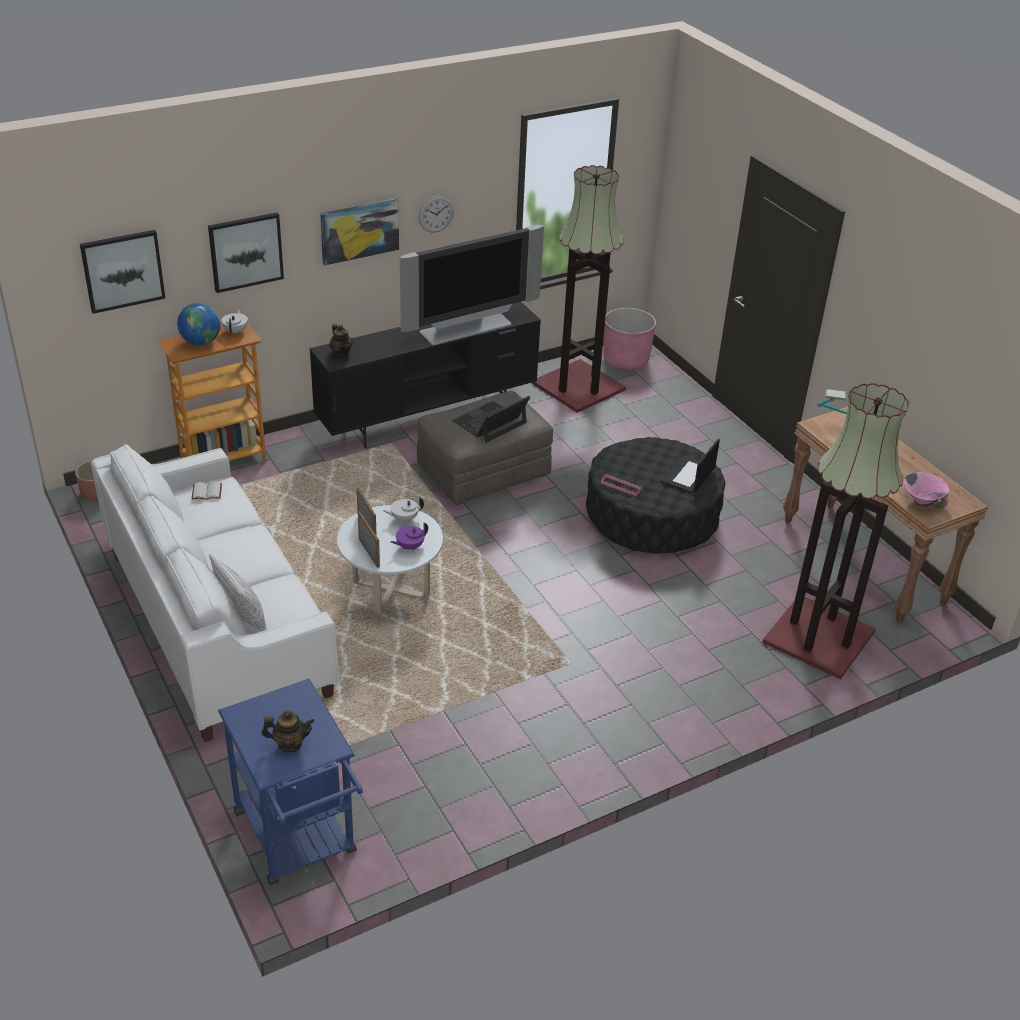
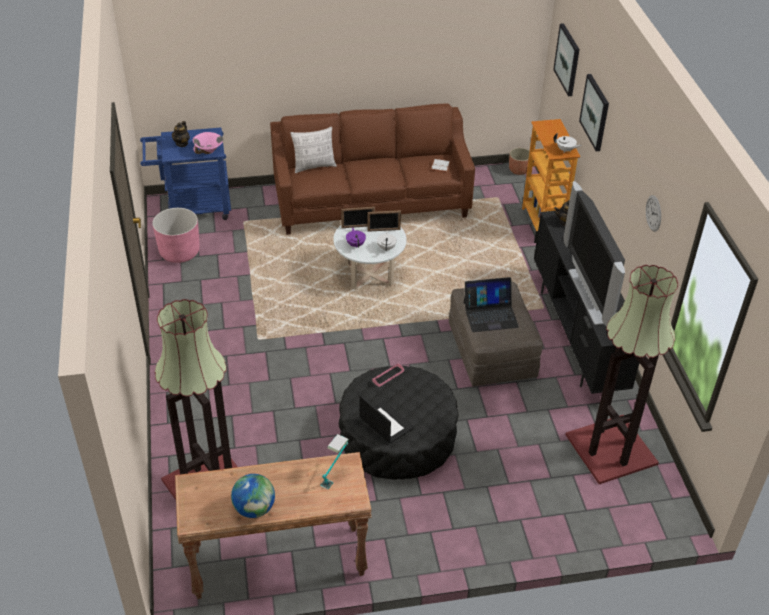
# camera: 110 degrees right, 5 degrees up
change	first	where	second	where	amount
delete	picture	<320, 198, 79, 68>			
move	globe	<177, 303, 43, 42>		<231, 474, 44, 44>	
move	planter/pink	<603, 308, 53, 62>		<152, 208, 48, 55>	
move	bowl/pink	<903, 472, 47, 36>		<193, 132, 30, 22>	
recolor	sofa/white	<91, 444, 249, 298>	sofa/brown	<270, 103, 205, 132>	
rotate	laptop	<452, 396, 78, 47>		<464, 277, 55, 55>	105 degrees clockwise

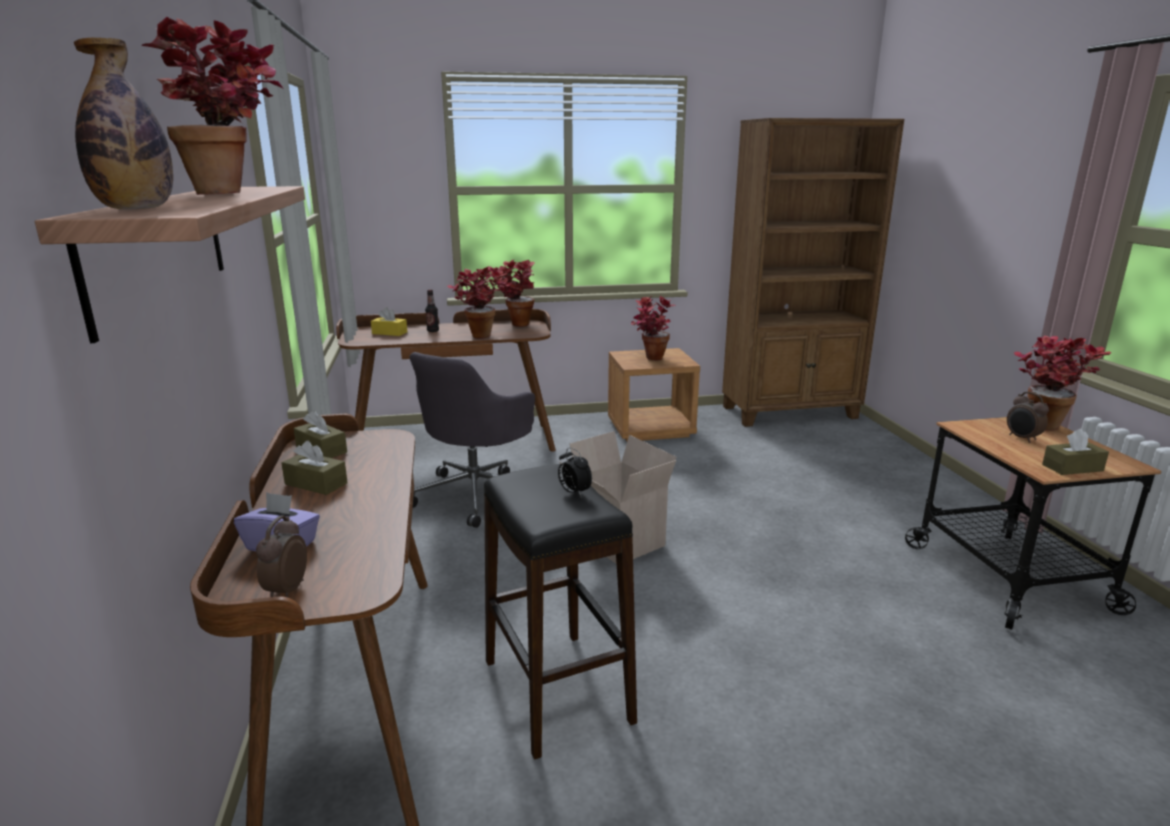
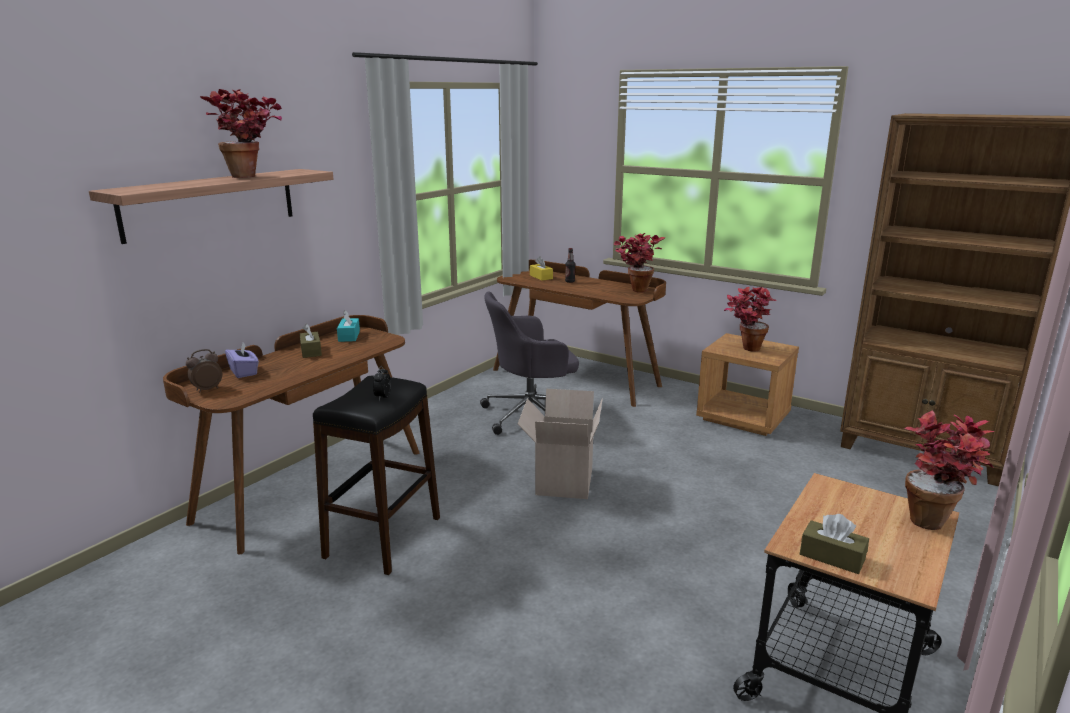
# camera: 45 degrees right, 0 degrees up
change	first	where	second	where	amount
delete	bottle	<74, 38, 99, 172>			
delete	potted plant	<447, 267, 61, 72>			
delete	alarm clock	<1007, 392, 42, 51>			
recolor	tissue box/brown	<294, 410, 53, 48>	tissue box/turquoise	<337, 310, 23, 32>	

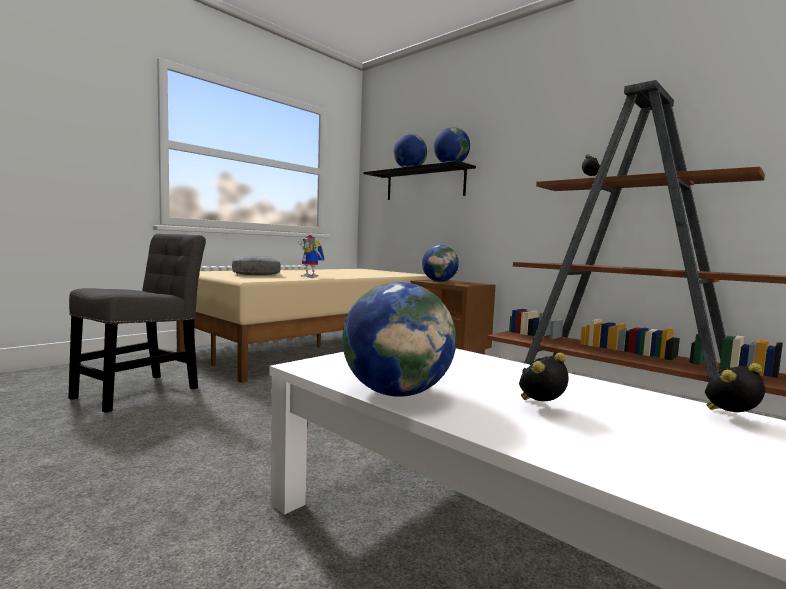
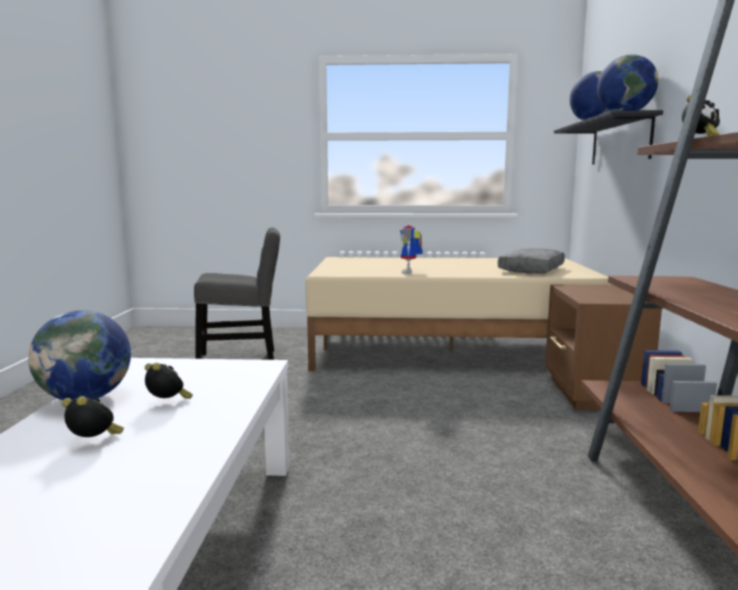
# camera: 50 degrees right, 5 degrees up
change	first	where	second	where	amount
delete	globe	<422, 245, 37, 37>			
move	pillow/grey	<232, 255, 49, 20>		<498, 248, 67, 25>	
move	alarm clock	<705, 363, 60, 49>		<145, 363, 48, 36>	

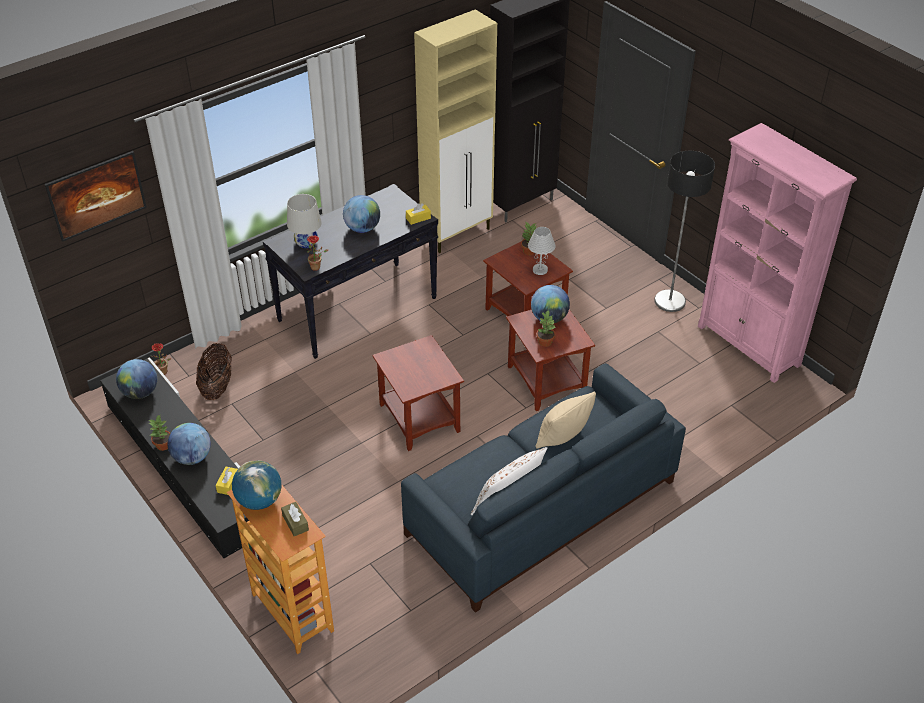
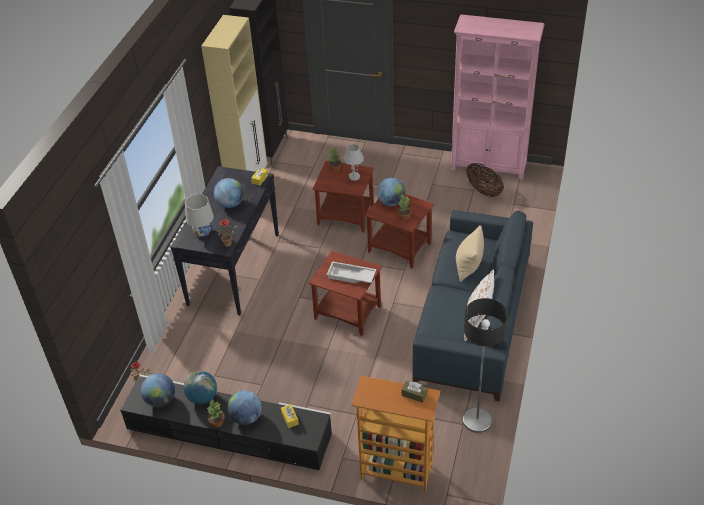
# camera: 35 degrees left, 0 degrees up
change	first	where	second	where	amount
delete	picture	<45, 151, 102, 91>			
insert			tray/white	<327, 261, 49, 22>	
move	basket	<196, 343, 36, 57>		<466, 163, 38, 34>	
move	globe	<232, 460, 49, 50>		<183, 371, 34, 33>	
move	floor lamp	<654, 151, 61, 161>		<462, 298, 46, 135>	

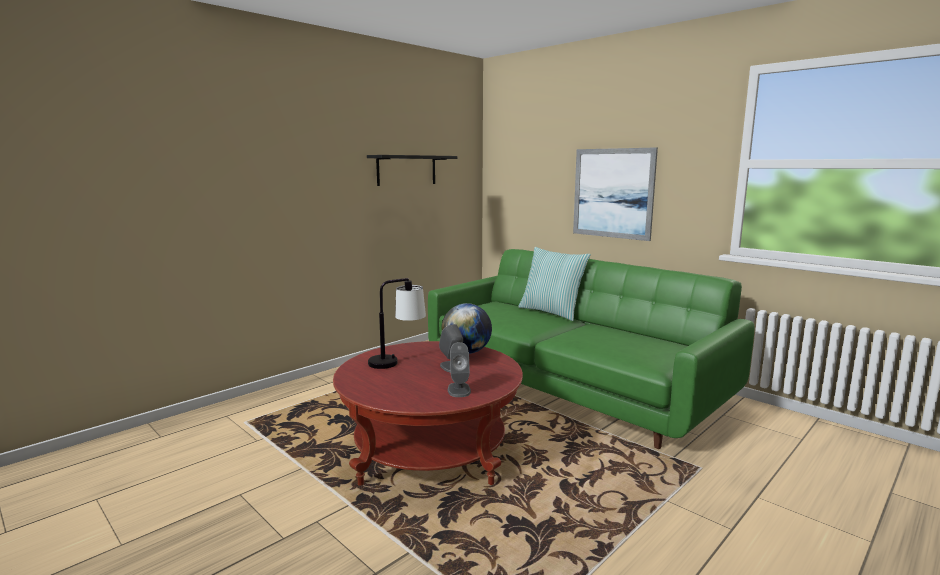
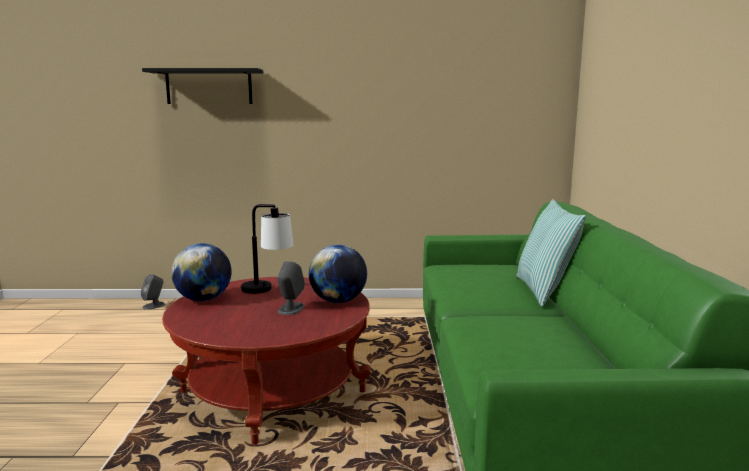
# camera: 45 degrees right, 0 degrees up
change	first	where	second	where	amount
delete	picture	<573, 147, 85, 94>			
insert			globe	<171, 243, 61, 58>	
move	shelf/black	<367, 155, 90, 31>		<142, 68, 121, 36>	
move	speaker/grey	<448, 342, 23, 55>		<141, 274, 24, 36>	

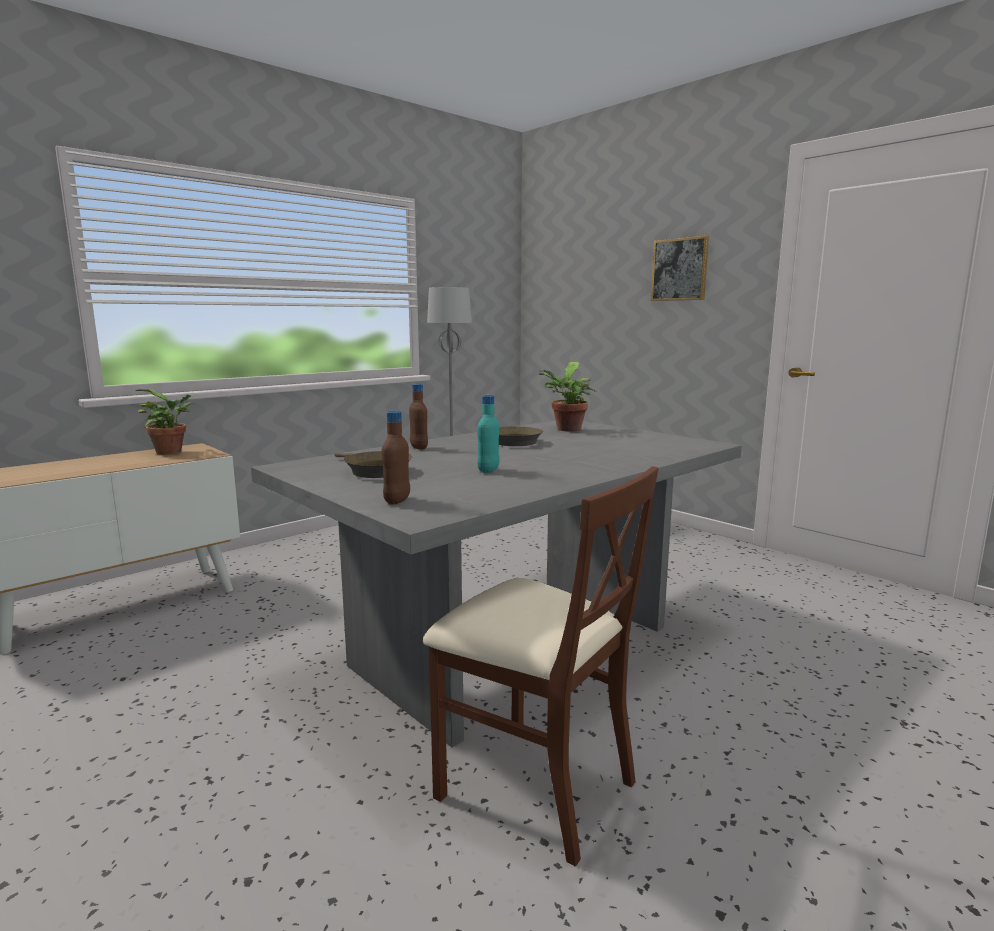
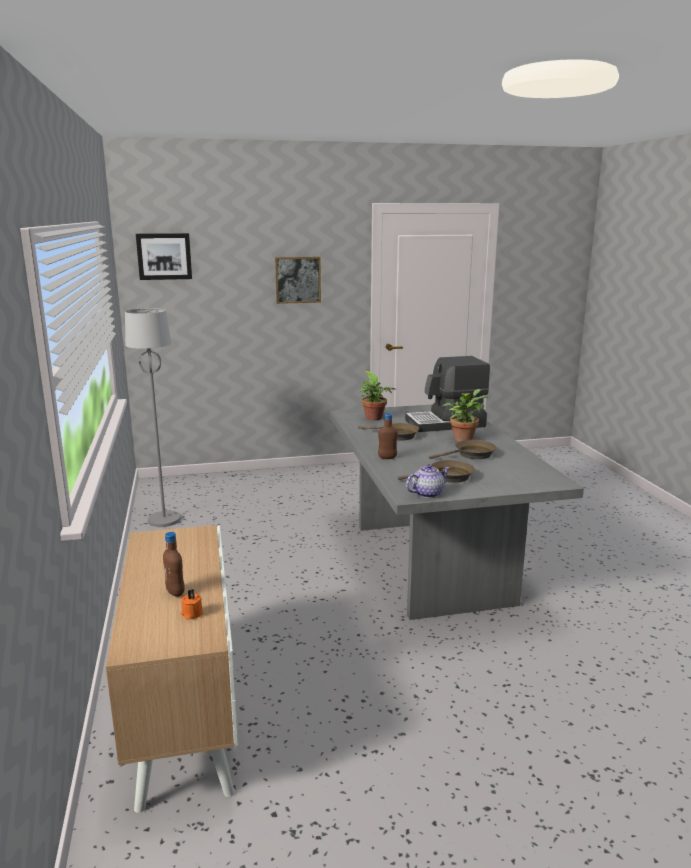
# camera: 60 degrees left, 5 degrees up
change	first	where	second	where	amount
delete	chair/brown	<423, 466, 236, 401>			
insert			picture	<136, 233, 56, 47>	
insert			candle/orange	<180, 589, 23, 31>	
insert			coffee machine	<405, 356, 85, 76>	
insert			teapot	<406, 464, 44, 34>	
move	potted plant	<135, 389, 59, 66>		<442, 389, 46, 53>	
move	bottle/brown	<382, 411, 28, 93>		<163, 532, 22, 65>	
replace	bottle/turquoise	<477, 395, 23, 78>	frying pan/brown	<429, 440, 68, 19>	

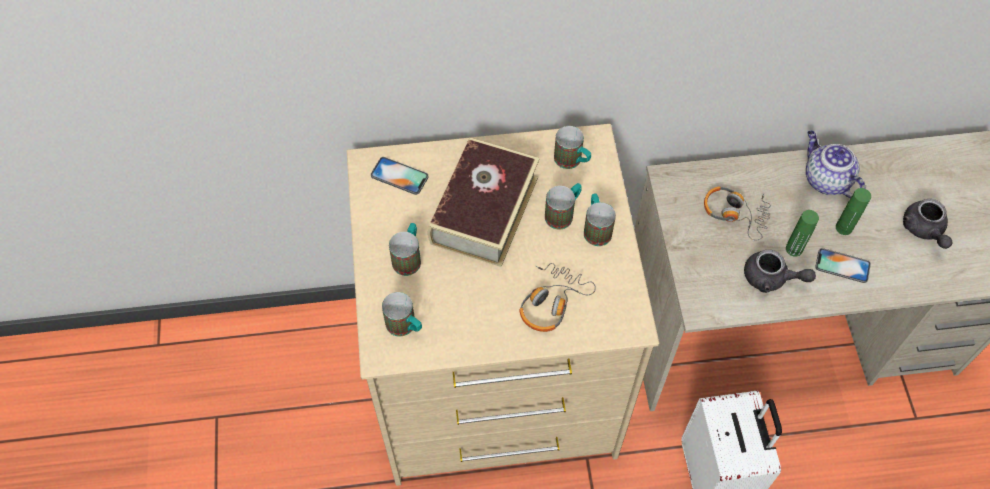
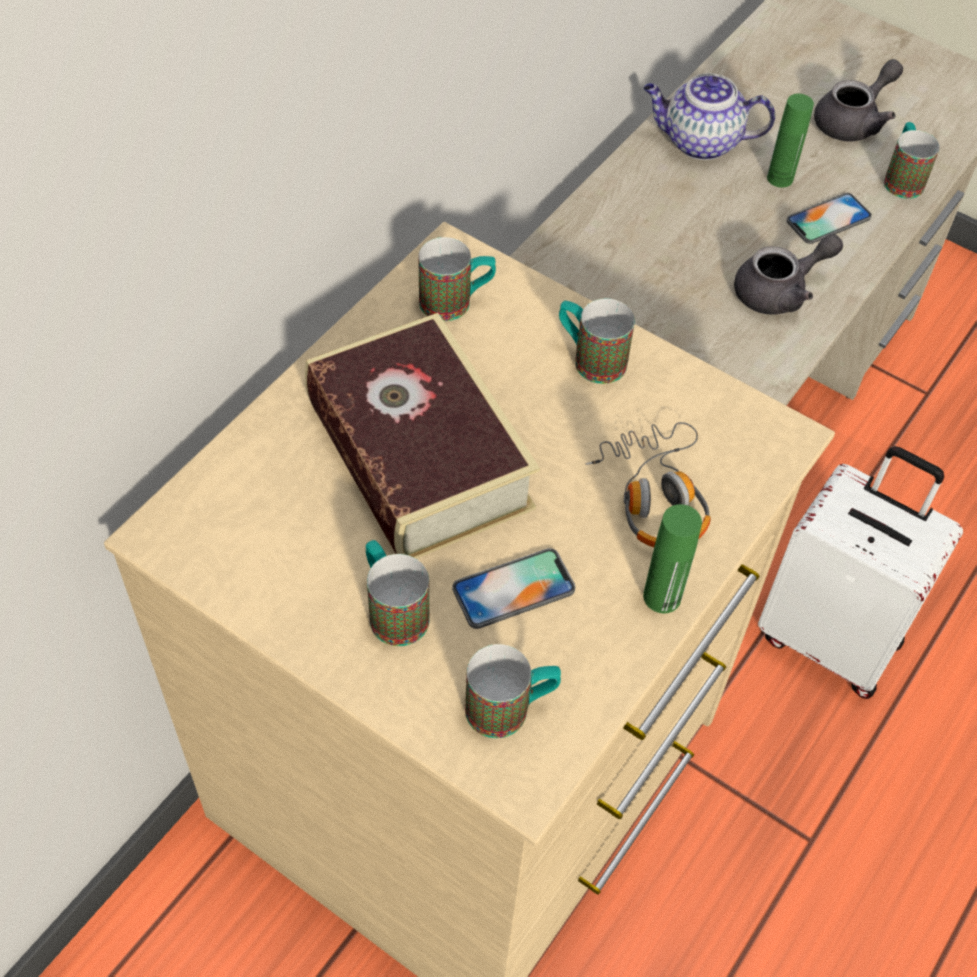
# camera: 50 degrees left, 5 degrees down
change	first	where	second	where	amount
delete	headphones	<704, 186, 67, 55>			
move	phone	<371, 157, 57, 38>		<453, 548, 122, 81>	
move	mug	<545, 183, 37, 46>		<884, 122, 56, 77>	
move	bottle/green	<786, 210, 33, 47>		<643, 504, 59, 109>	
rotate	teapot/grey	<903, 199, 49, 50>		<814, 59, 89, 83>	75 degrees counterclockwise

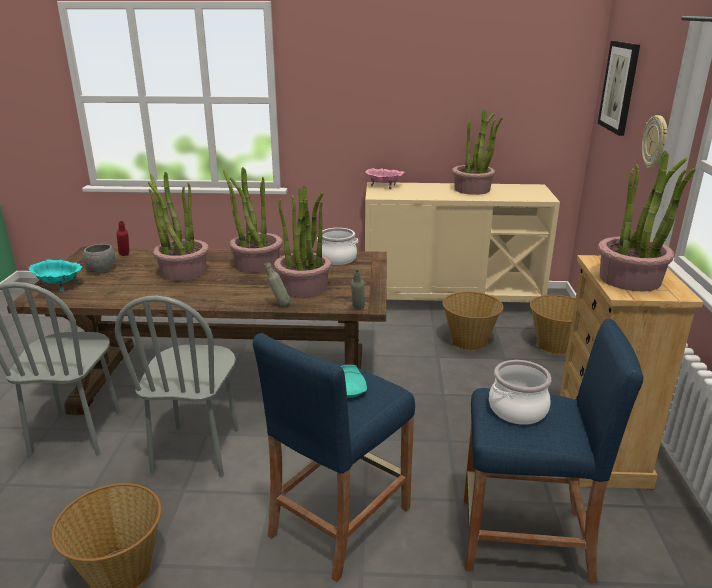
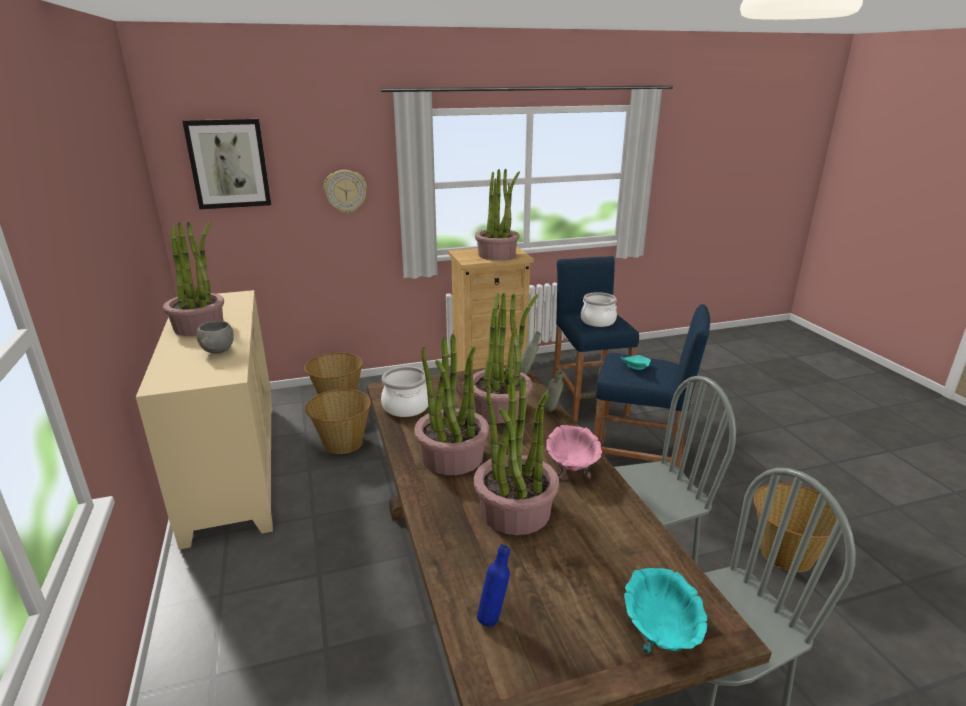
# camera: 110 degrees left, 0 degrees up
change	first	where	second	where	amount
move	bowl/grey	<83, 244, 32, 29>		<196, 321, 38, 33>	
move	bowl/pink	<365, 168, 39, 21>		<546, 425, 56, 53>	
recolor	bottle/red	<116, 221, 13, 35>	bottle/blue	<477, 544, 33, 83>	

